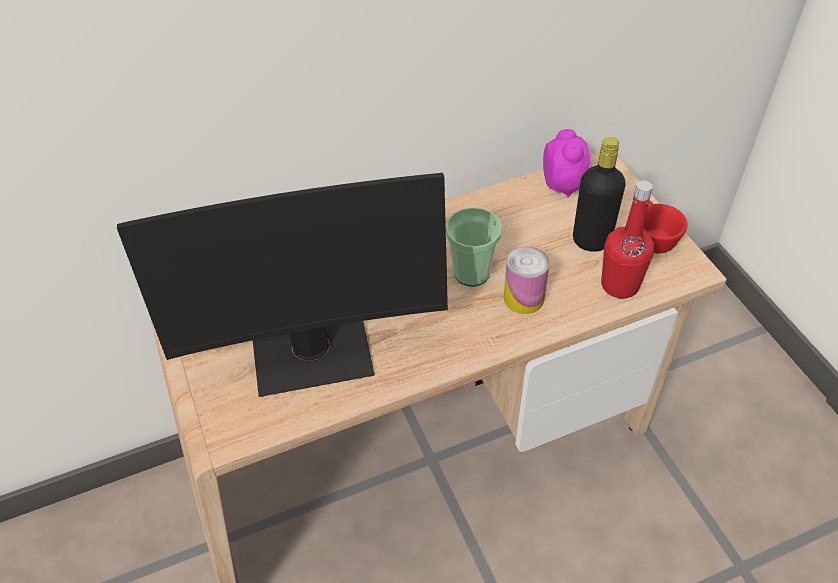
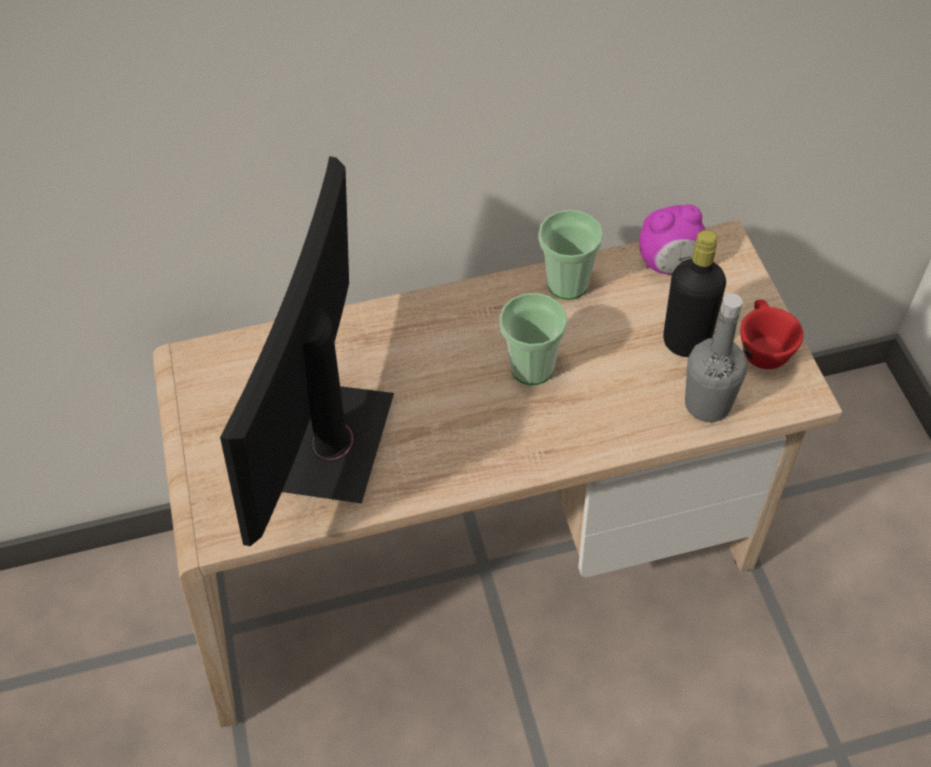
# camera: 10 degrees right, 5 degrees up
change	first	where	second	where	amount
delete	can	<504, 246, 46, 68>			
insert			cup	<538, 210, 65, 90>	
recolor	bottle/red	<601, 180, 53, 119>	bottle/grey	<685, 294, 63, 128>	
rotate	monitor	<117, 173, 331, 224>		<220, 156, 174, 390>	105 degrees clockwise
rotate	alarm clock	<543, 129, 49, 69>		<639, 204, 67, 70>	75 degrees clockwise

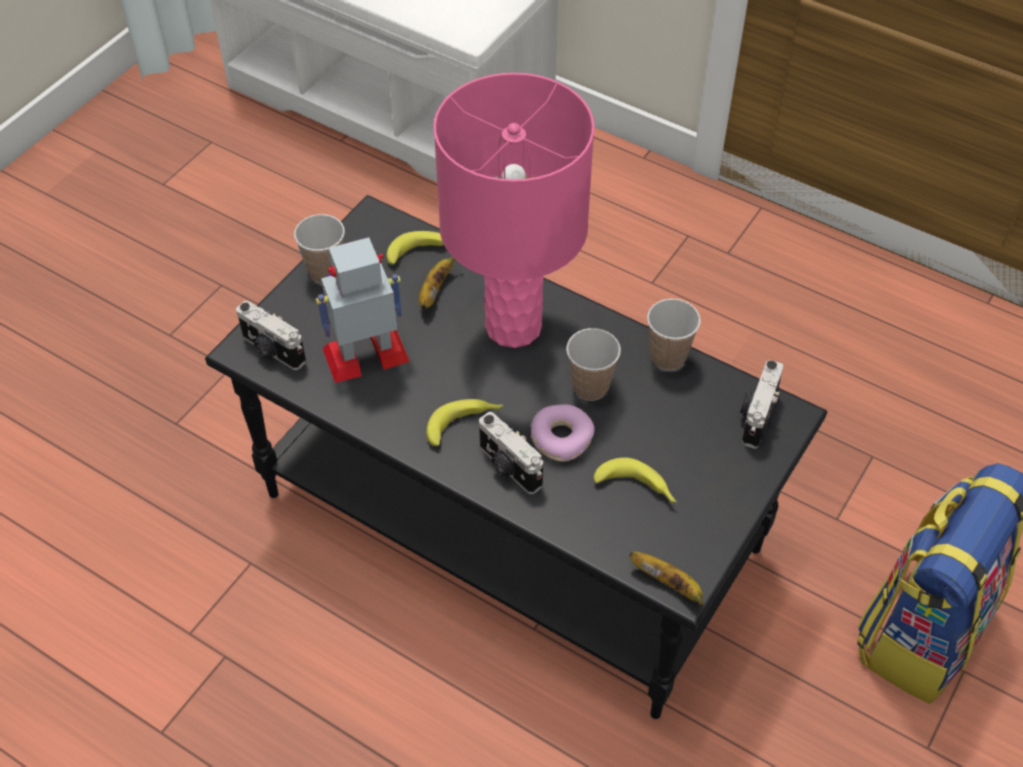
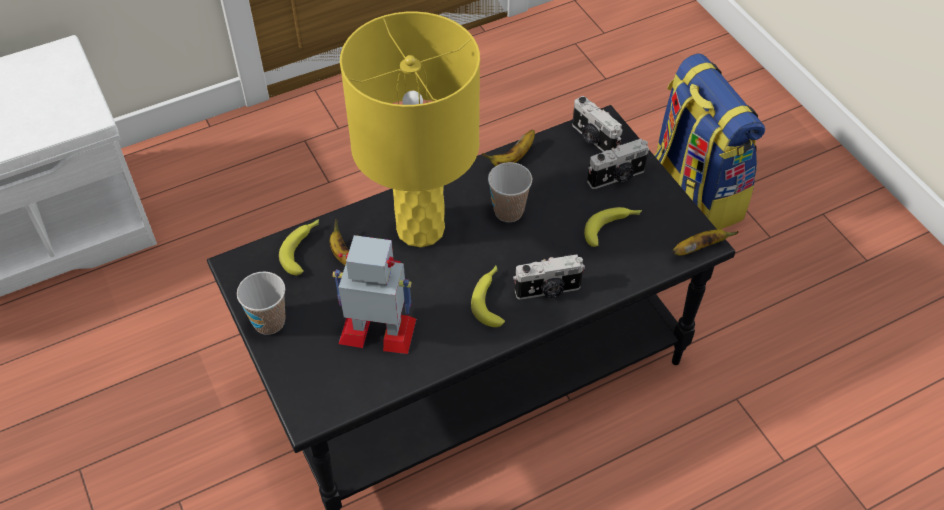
# camera: 60 degrees left, 0 degrees up
change	first	where	second	where	amount
delete	donut	<530, 405, 65, 57>			
move	photo camera	<236, 300, 70, 70>		<587, 139, 62, 50>	
replace	cup	<647, 299, 54, 71>	banana	<482, 130, 53, 36>	
recolor	table lamp/pink	<433, 73, 162, 275>	table lamp/yellow	<340, 12, 140, 235>	
rotate	toy robot	<315, 237, 95, 146>		<332, 235, 84, 119>	90 degrees clockwise

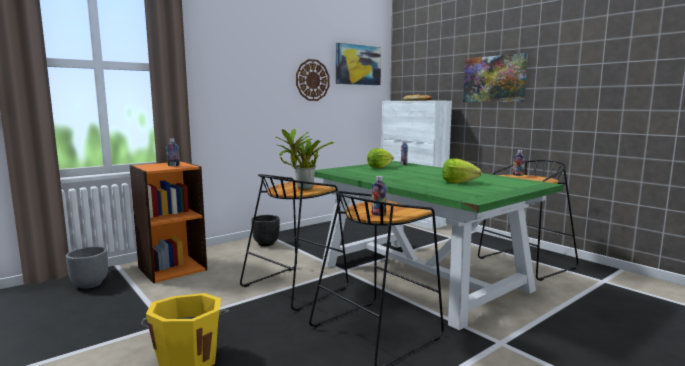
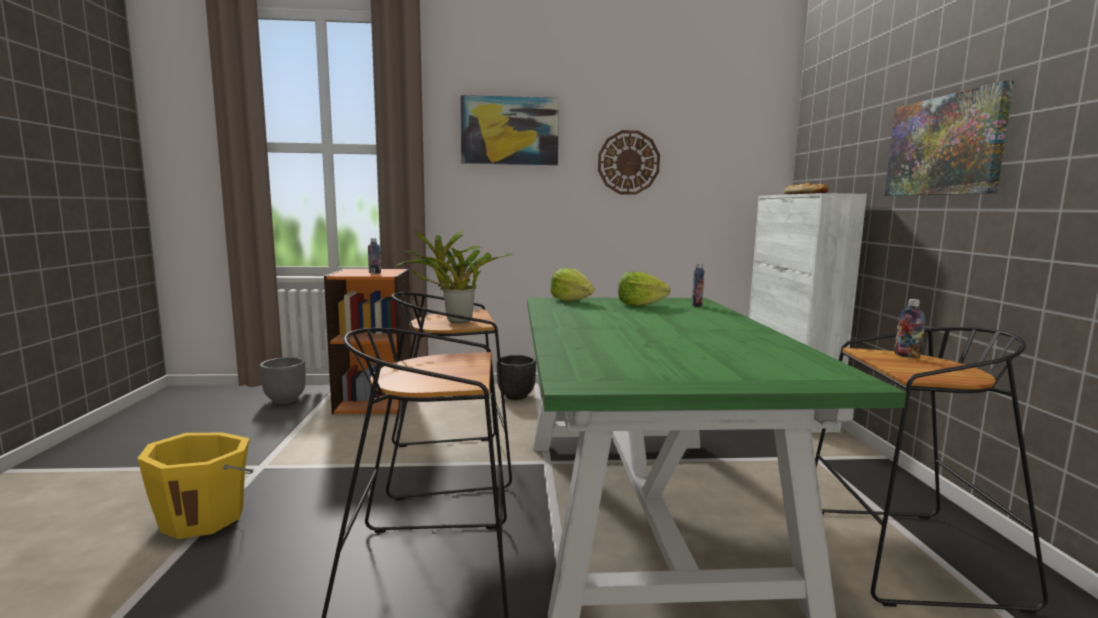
# camera: 35 degrees right, 0 degrees up
change	first	where	second	where	amount
delete	bottle	<372, 176, 15, 40>			
move	picture	<336, 43, 45, 42>		<460, 95, 99, 70>	
move	lettuce	<442, 159, 40, 24>		<550, 268, 44, 33>	

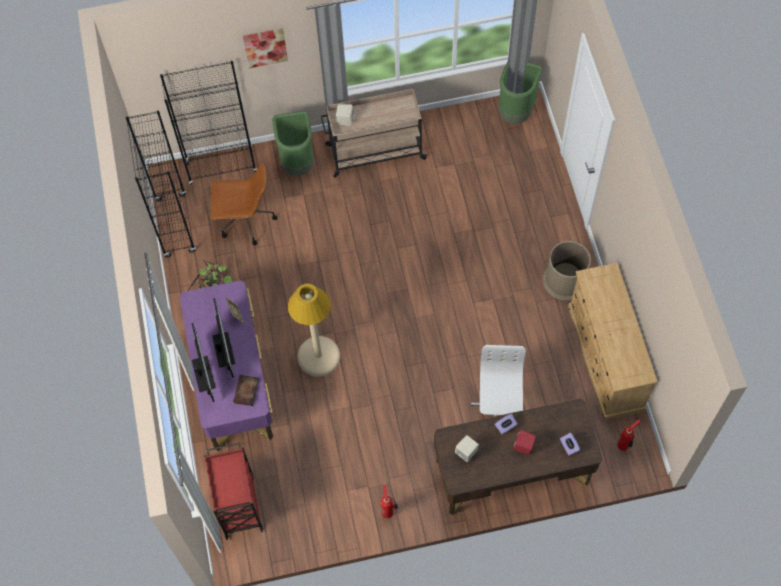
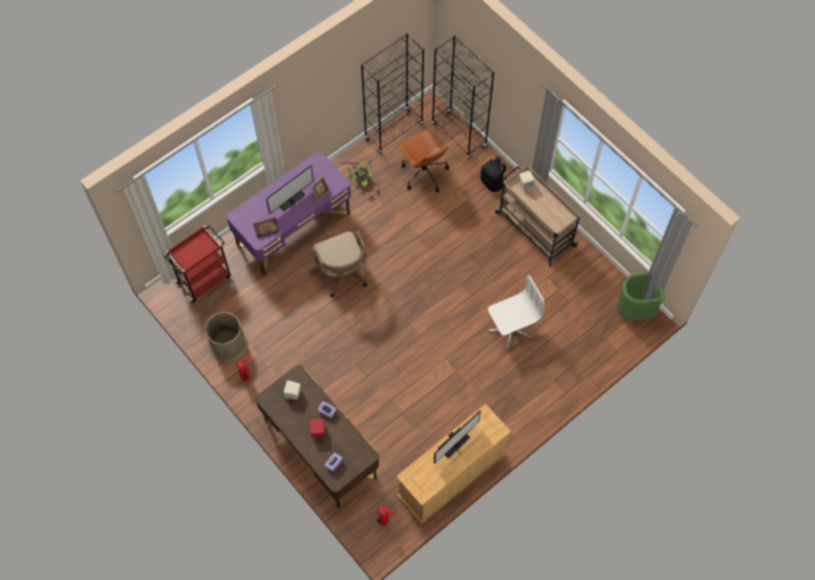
# camera: 60 degrees right, 0 degrees up
change	first	where	second	where	amount
delete	picture	<243, 28, 45, 40>			
move	monitor	<191, 322, 25, 80>		<434, 411, 47, 53>	
move	office chair/white	<471, 345, 55, 72>		<488, 276, 56, 74>	
move	trash can/brown	<543, 241, 48, 60>		<205, 312, 43, 50>	
replace	trash can/green	<272, 111, 42, 65>	backpack/black	<480, 157, 27, 35>	
replace	floor lamp/beige	<288, 283, 52, 94>	office chair/brown	<310, 231, 58, 66>	

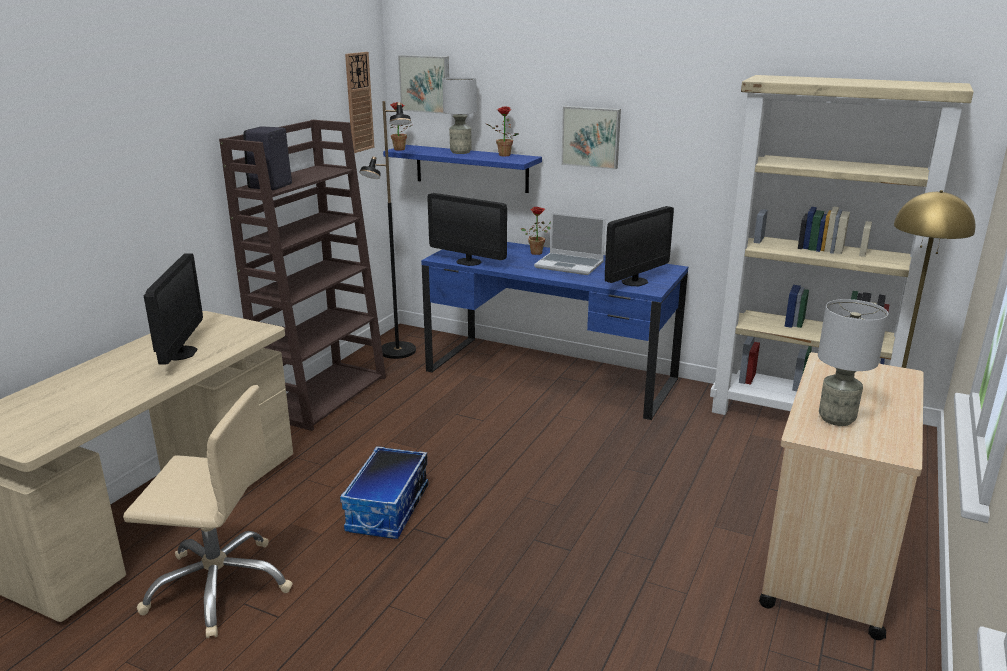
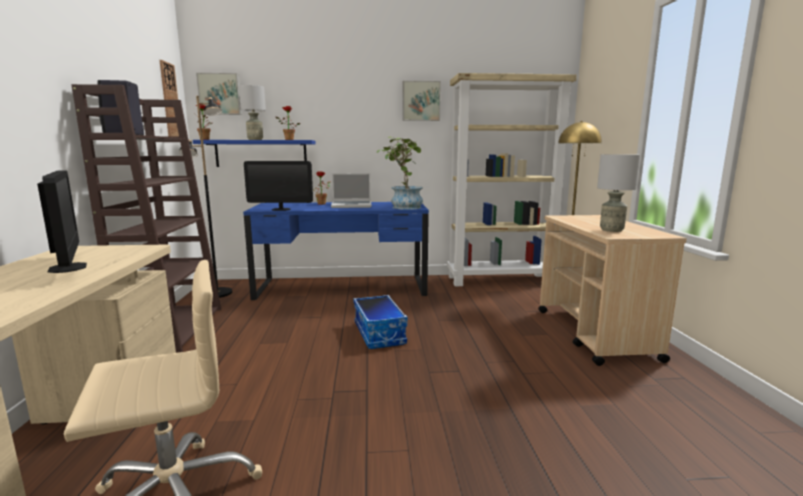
# camera: 30 degrees left, 10 degrees down
change	first	where	second	where	amount
move	storage box	<340, 446, 88, 93>		<354, 295, 53, 54>	
move	picture	<561, 106, 60, 64>		<402, 81, 39, 40>	
replace	monitor	<605, 206, 69, 80>	potted plant	<377, 137, 47, 73>	

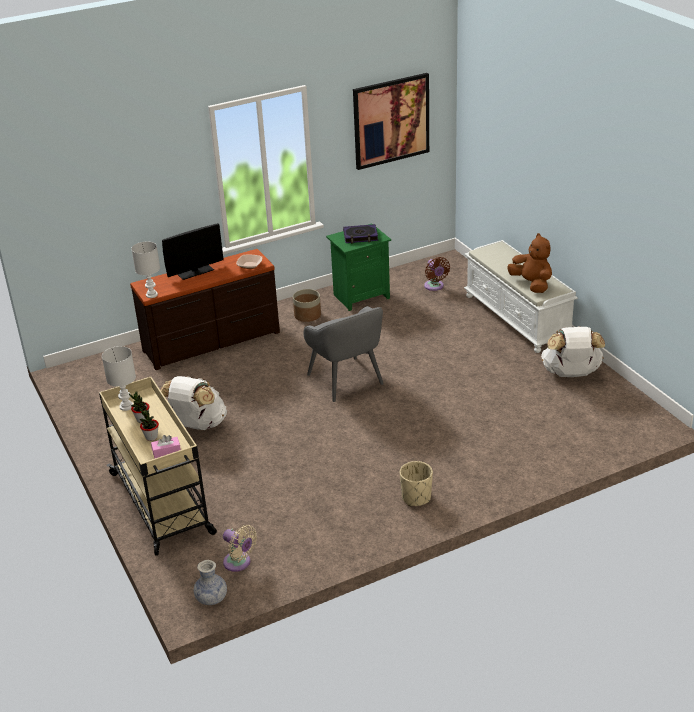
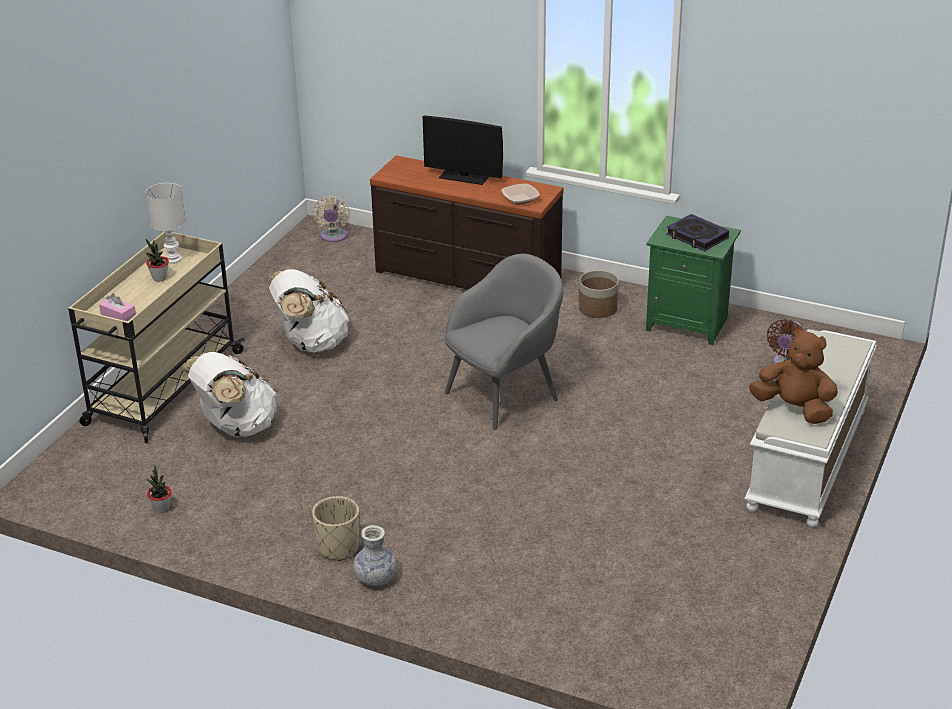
# camera: 50 degrees right, 0 degrees up
change	first	where	second	where	amount
delete	table lamp/white	<131, 242, 29, 56>			
delete	picture	<353, 73, 76, 97>			
move	potted plant	<139, 407, 20, 34>		<147, 466, 24, 47>	
move	vase	<194, 560, 33, 45>		<353, 525, 44, 61>	
move	fan/beige	<223, 525, 34, 47>		<312, 196, 38, 46>	
move	backpack/white	<541, 326, 64, 51>		<183, 352, 94, 85>	
rotate	armchair/grey	<303, 306, 81, 96>		<444, 254, 120, 176>	150 degrees counterclockwise
rotate	plush toy/brown	<507, 233, 45, 60>		<749, 326, 89, 98>	75 degrees counterclockwise

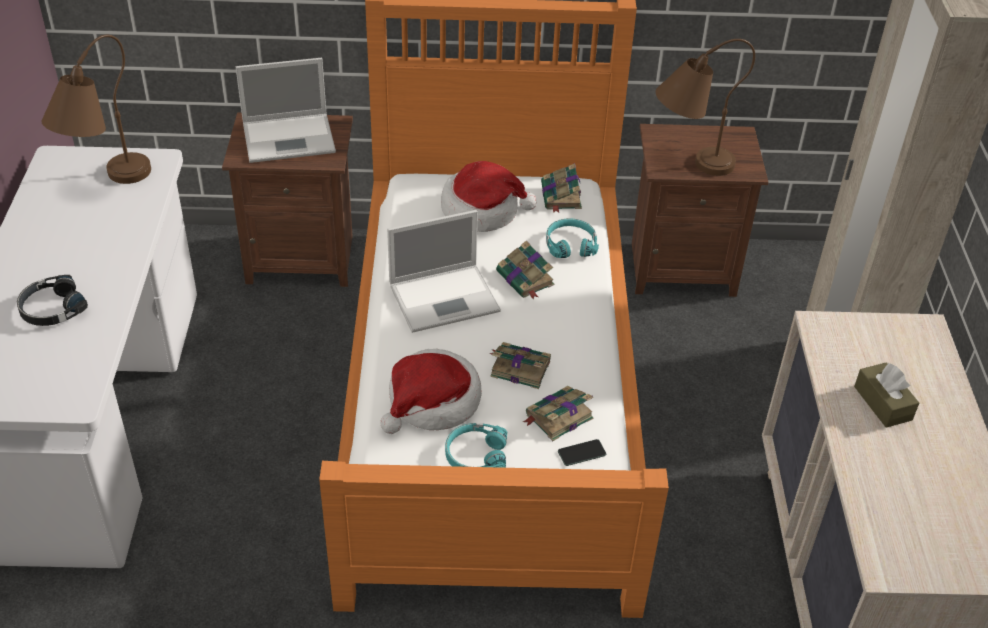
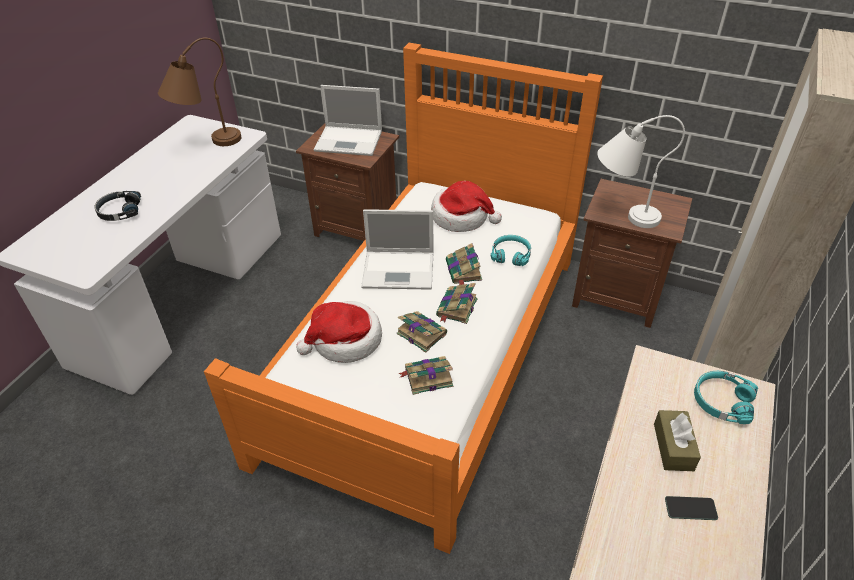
# camera: 25 degrees right, 0 degrees up
change	first	where	second	where	amount
move	headphones/turquoise	<445, 423, 62, 45>		<694, 371, 64, 53>	
move	book	<541, 163, 41, 50>		<436, 283, 42, 41>	
move	phone	<558, 439, 48, 27>		<665, 496, 53, 24>	
recolor	table lamp/brown	<656, 39, 99, 137>	table lamp/white	<597, 115, 88, 113>	

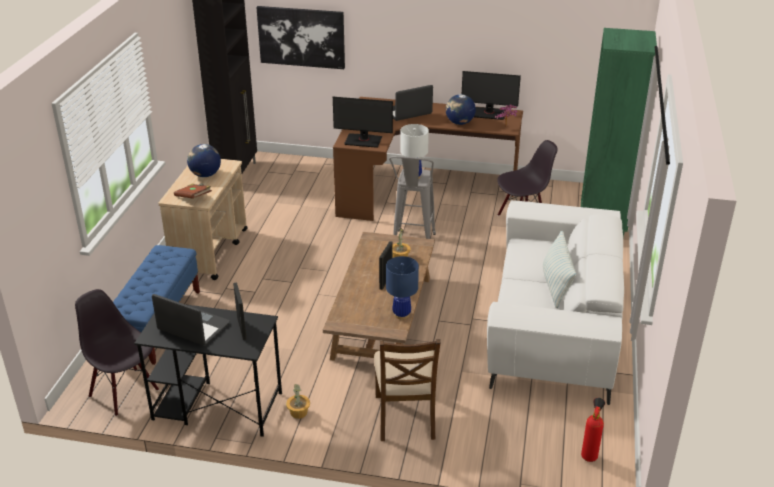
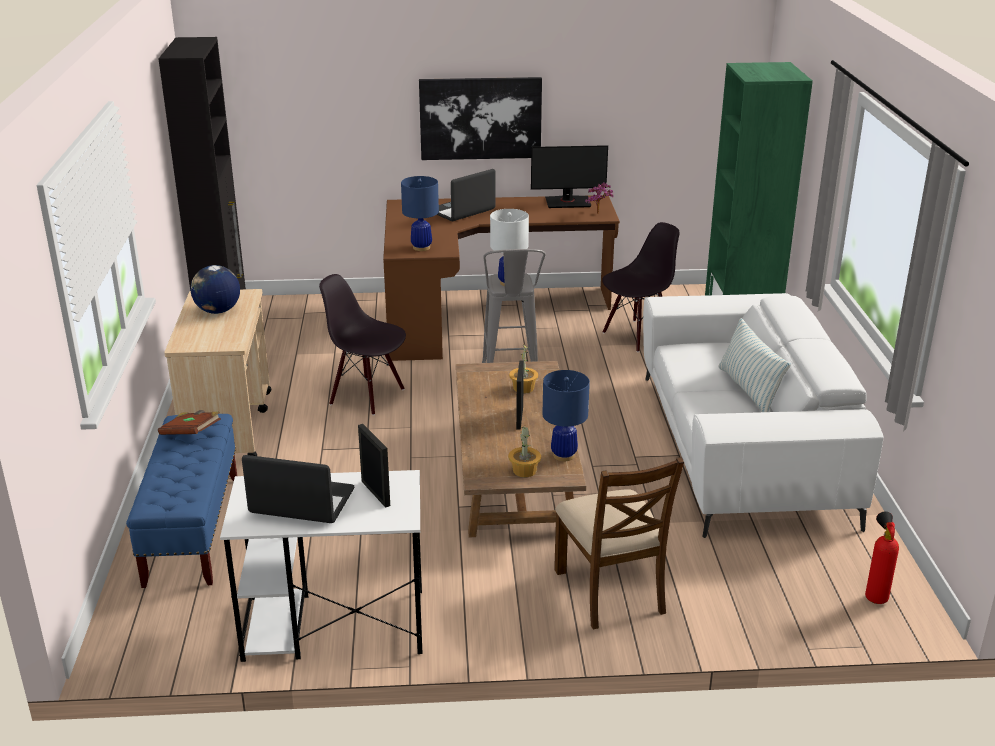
# camera: 15 degrees left, 5 degrees down
change	first	where	second	where	amount
delete	globe	<446, 94, 30, 31>			
move	chair/black	<75, 289, 84, 127>		<319, 274, 87, 141>	
move	book/brown	<174, 184, 38, 15>		<158, 410, 63, 25>	
move	picture	<256, 6, 89, 63>		<419, 77, 123, 83>	
move	potted plant	<286, 384, 24, 35>		<508, 426, 33, 51>	
replace	monitor	<333, 97, 60, 51>	table lamp/blue	<401, 176, 38, 75>	
recolor	desk/black	<134, 304, 148, 133>	desk/white	<220, 470, 203, 192>	

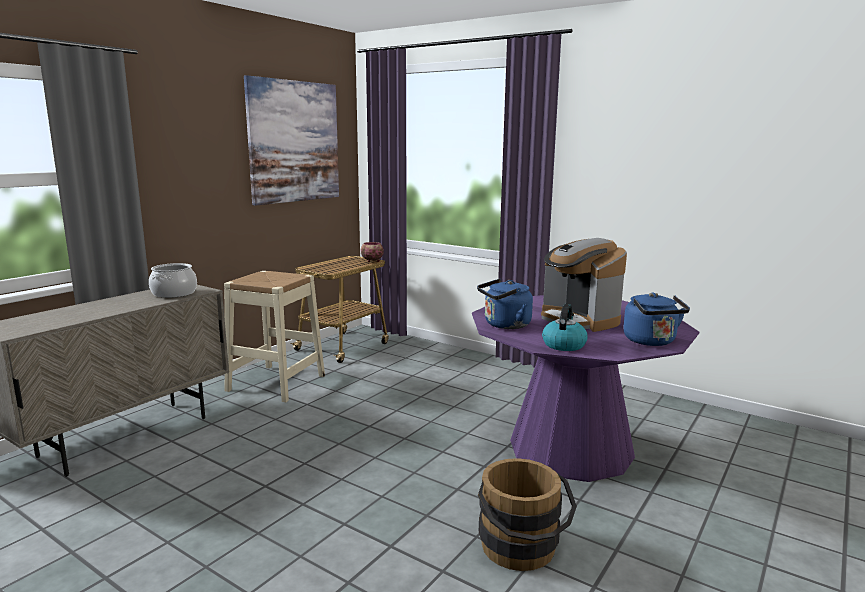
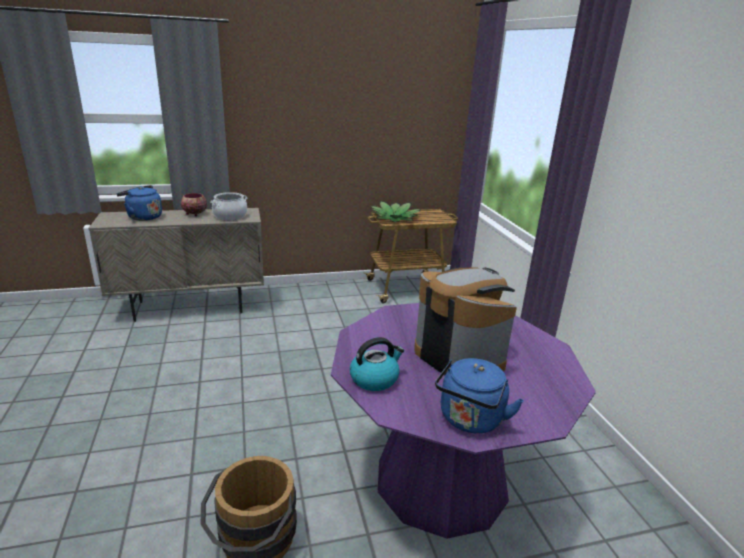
# camera: 40 degrees right, 10 degrees up
change	first	where	second	where	amount
delete	stool/beige	<224, 271, 101, 131>			
delete	picture	<244, 75, 95, 131>			
insert			potted plant	<371, 201, 50, 21>	
move	bowl	<360, 242, 24, 20>		<181, 193, 26, 23>	
move	kettle/blue	<477, 279, 56, 50>		<117, 185, 45, 36>	
rotate	coffee machine	<541, 238, 86, 94>		<414, 267, 103, 109>	135 degrees clockwise

